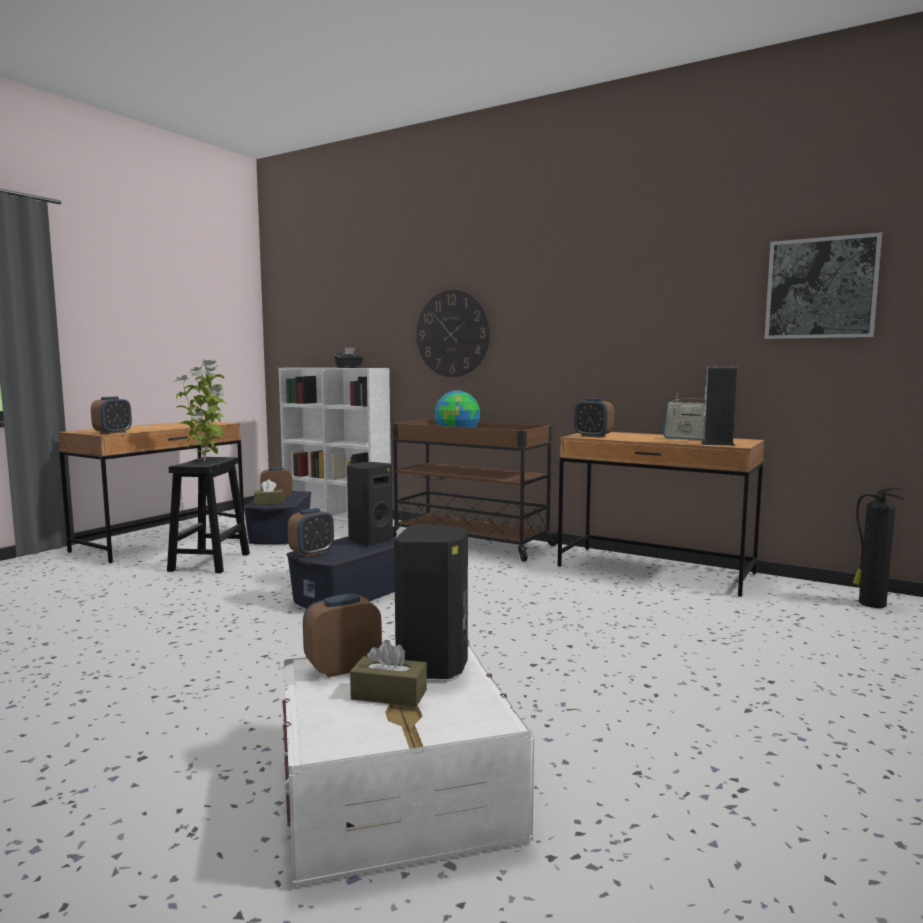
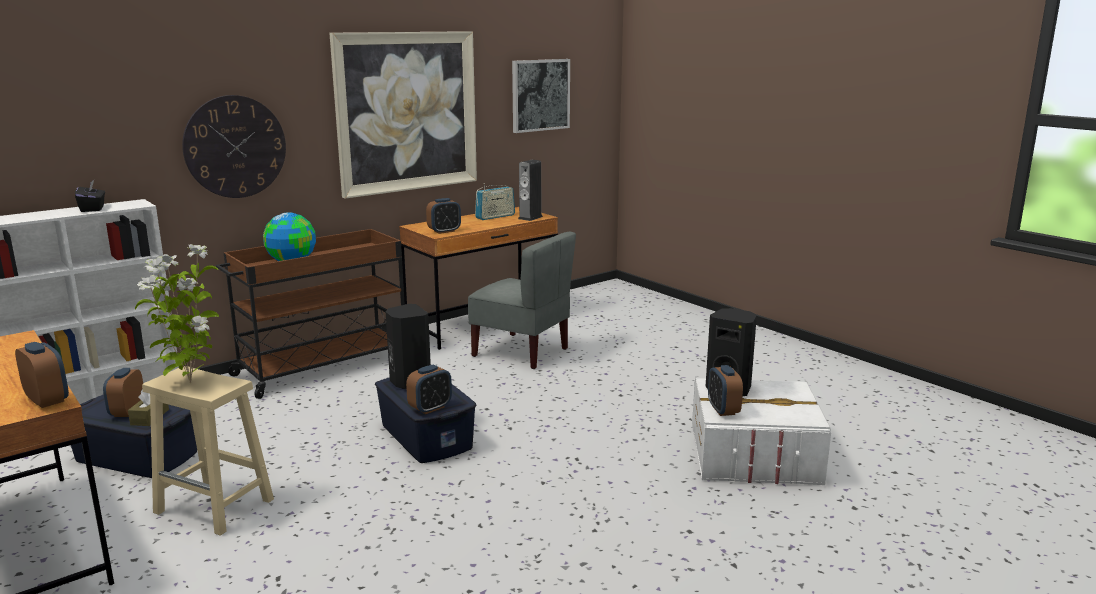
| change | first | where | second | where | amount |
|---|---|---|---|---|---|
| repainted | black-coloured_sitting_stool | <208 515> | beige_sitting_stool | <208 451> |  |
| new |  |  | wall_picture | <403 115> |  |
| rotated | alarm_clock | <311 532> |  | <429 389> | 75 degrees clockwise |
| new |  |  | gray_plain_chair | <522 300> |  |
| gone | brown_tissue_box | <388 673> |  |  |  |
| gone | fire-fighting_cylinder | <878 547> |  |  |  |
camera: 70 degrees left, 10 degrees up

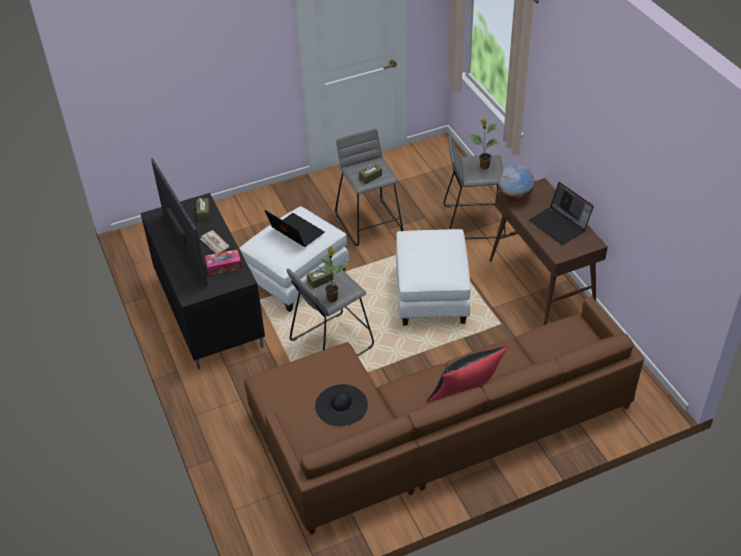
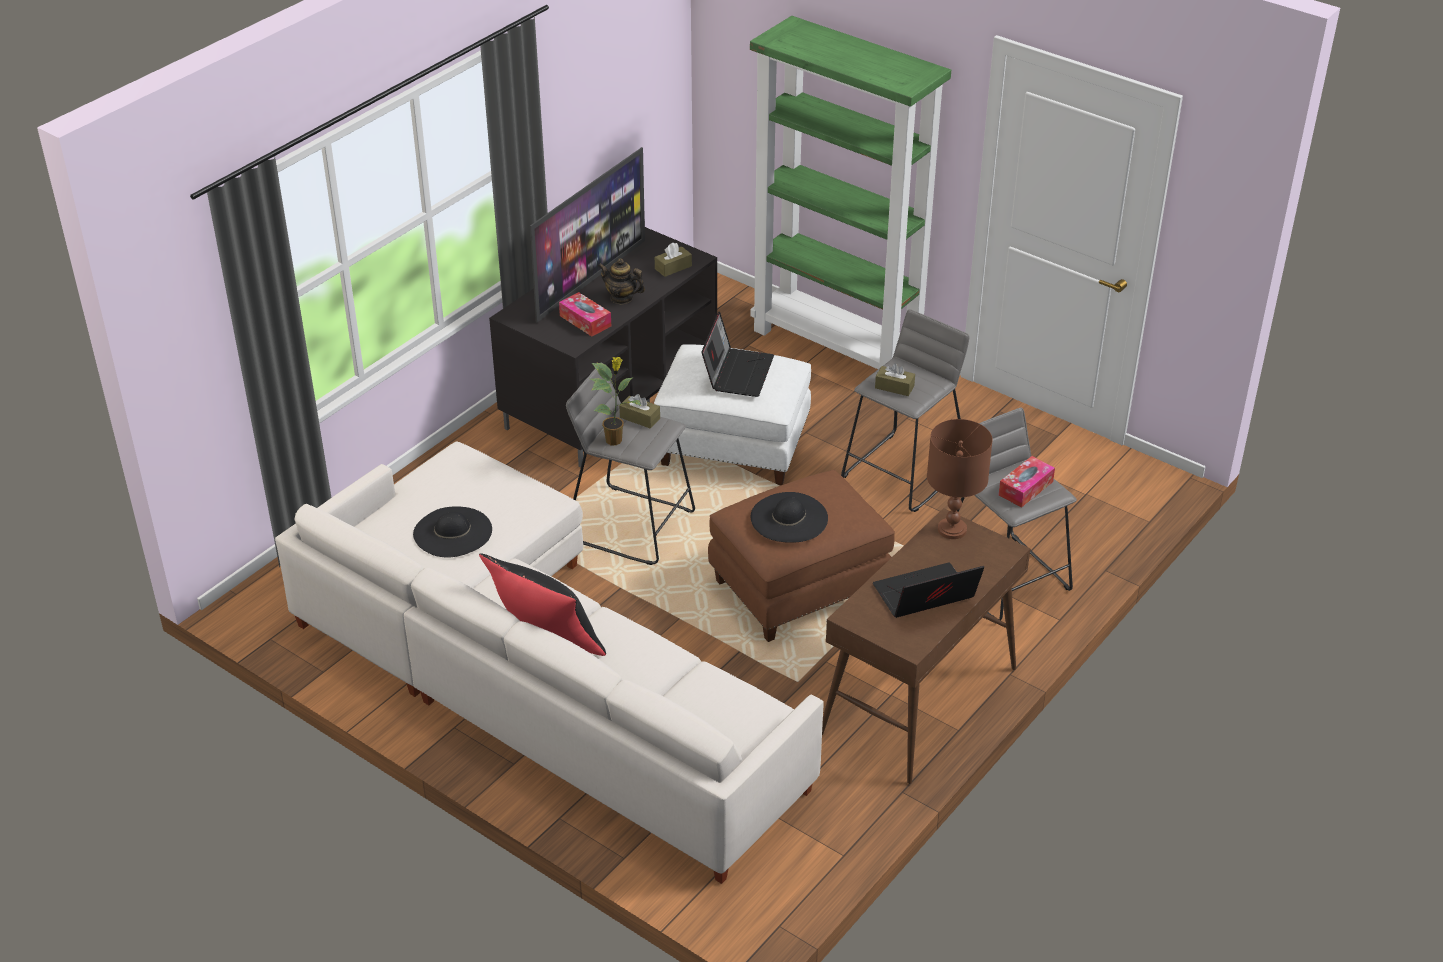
| change | first | where | second | where | amount |
|---|---|---|---|---|---|
| repainted | brown_settee | <444 416> | whitish_settee | <549 662> |  |
| swapped | newspaper | <214 241> | pot_for_tea | <621 281> |  |
| repainted | whitish_pouffe | <433 277> | brown_pouffe | <801 556> |  |
| new |  |  | green_shelving_unit | <850 192> |  |
| new |  |  | black-coloured_wearable_hat | <789 517> |  |
| rotated | notebook_computer | <561 213> |  | <928 590> | 45 degrees clockwise |
| swapped | globe | <516 182> | brown_lamp_for_a_table | <960 479> |  |
| swapped | potted_plant | <484 144> | tissue_box | <1027 482> |  |
camera: 60 degrees right, 5 degrees down

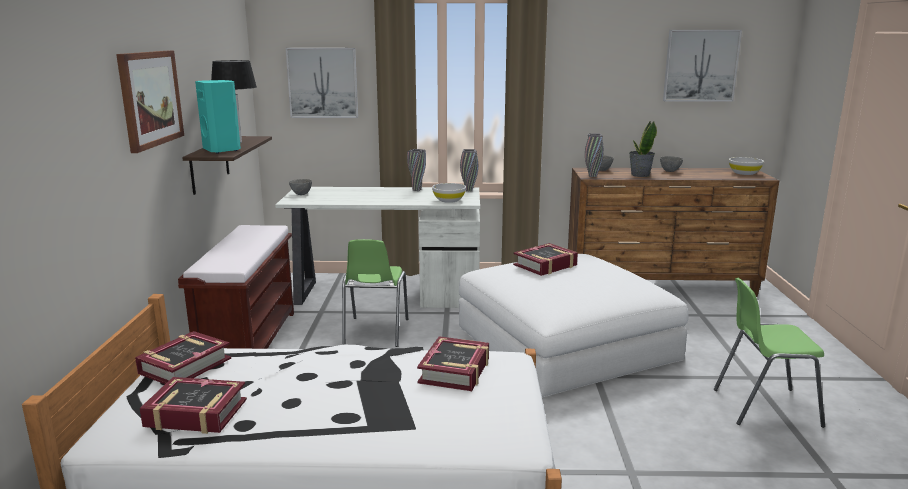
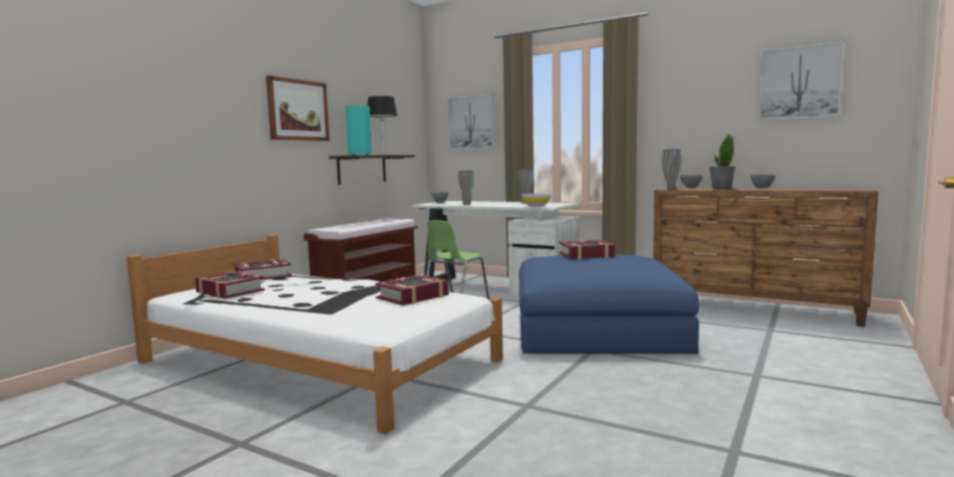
| change | first | where | second | where | amount |
|---|---|---|---|---|---|
| shifted | gray_decorative_vase | <469 170> |  | <466 187> |  |
| repainted | whitish_pouffe | <574 326> | blue-coloured_pouffe | <609 304> |  |
| gone | green_plain_chair | <769 353> |  |  |  |
| gone | whitish_serving_bowl | <746 166> |  |  |  |
camera: 30 degrees right, 10 degrees down

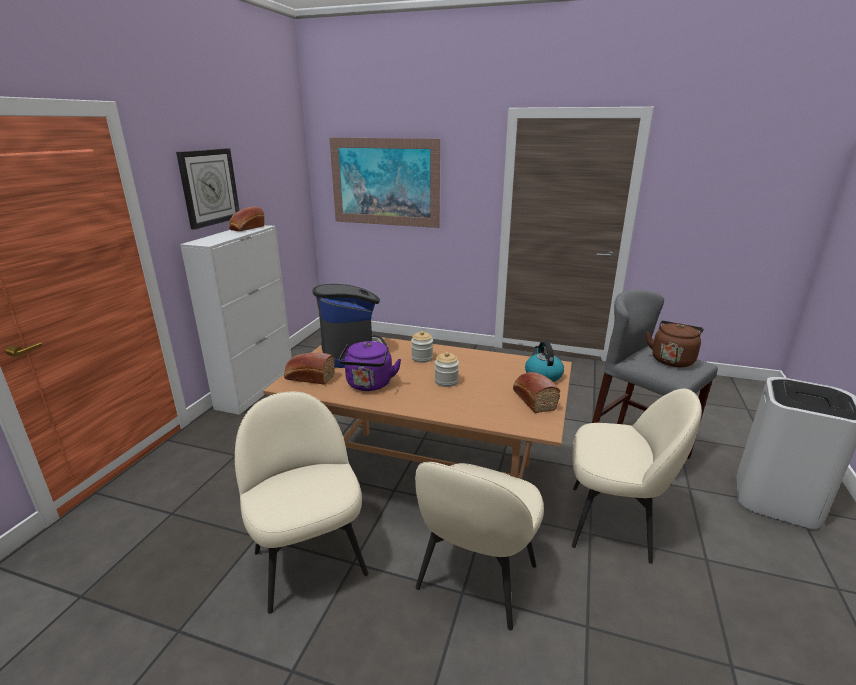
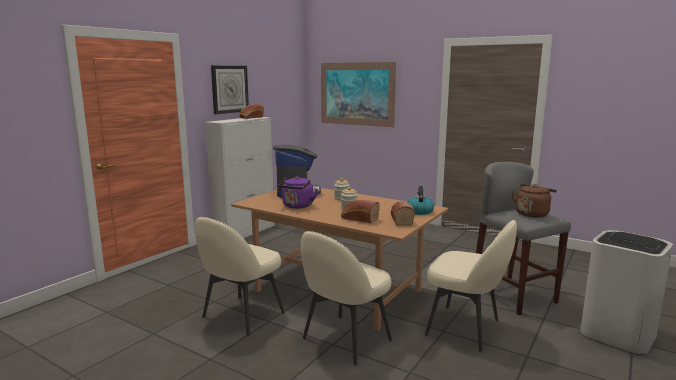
| change | first | where | second | where | amount |
|---|---|---|---|---|---|
| rotated | beige_plain_chair | <302 503> |  | <240 276> | 135 degrees counterclockwise |
| shifted | baked_bread | <309 369> |  | <360 211> |  |
camera: 15 degrees right, 10 degrees down

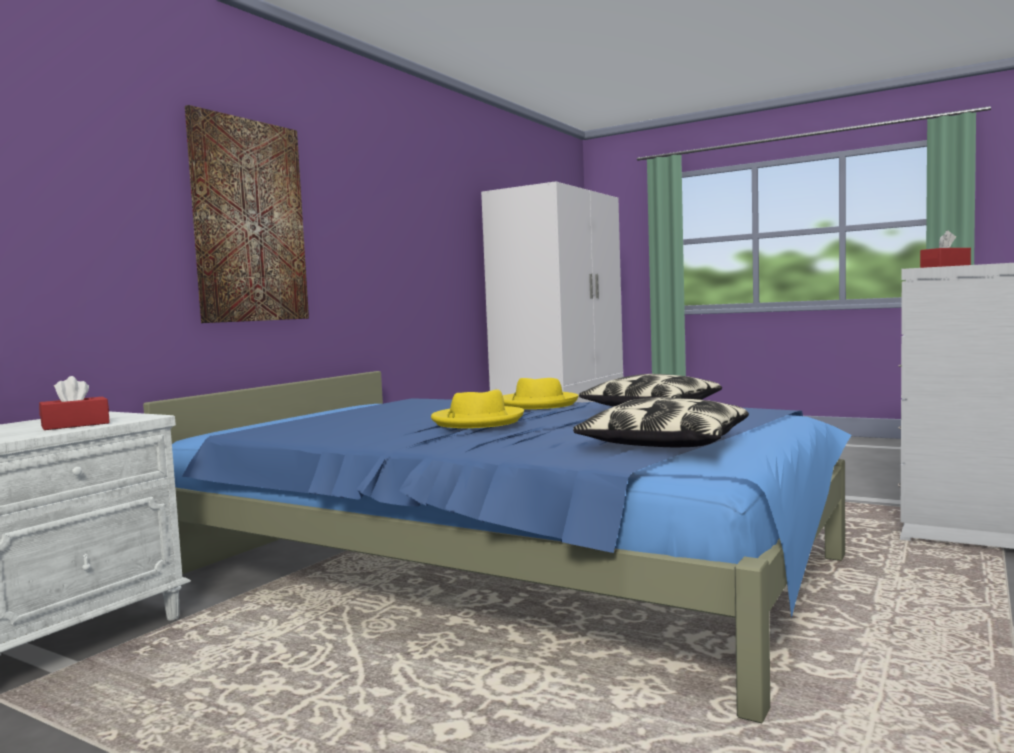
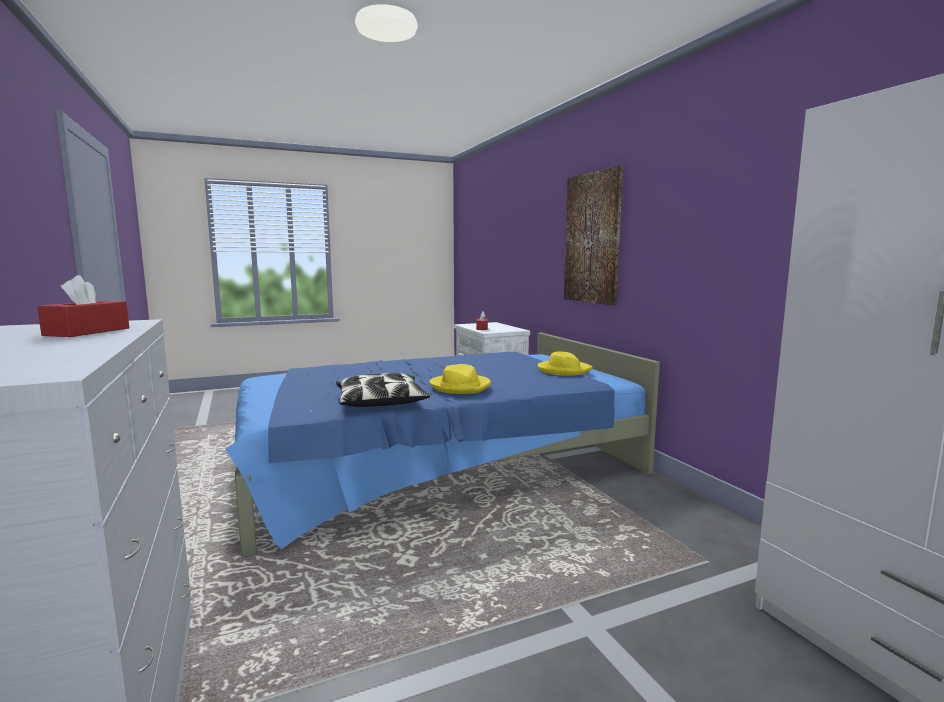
| change | first | where | second | where | amount |
|---|---|---|---|---|---|
| shifted | yellow-coloured_wearable_hat | <477 408> |  | <565 363> |  |
| gone | pillow | <661 422> |  |  |  |
camera: 125 degrees right, 5 degrees up

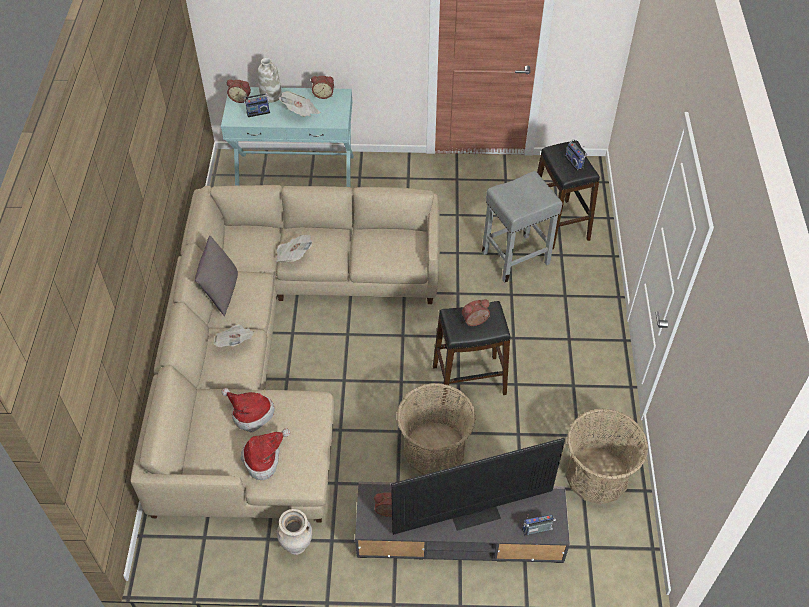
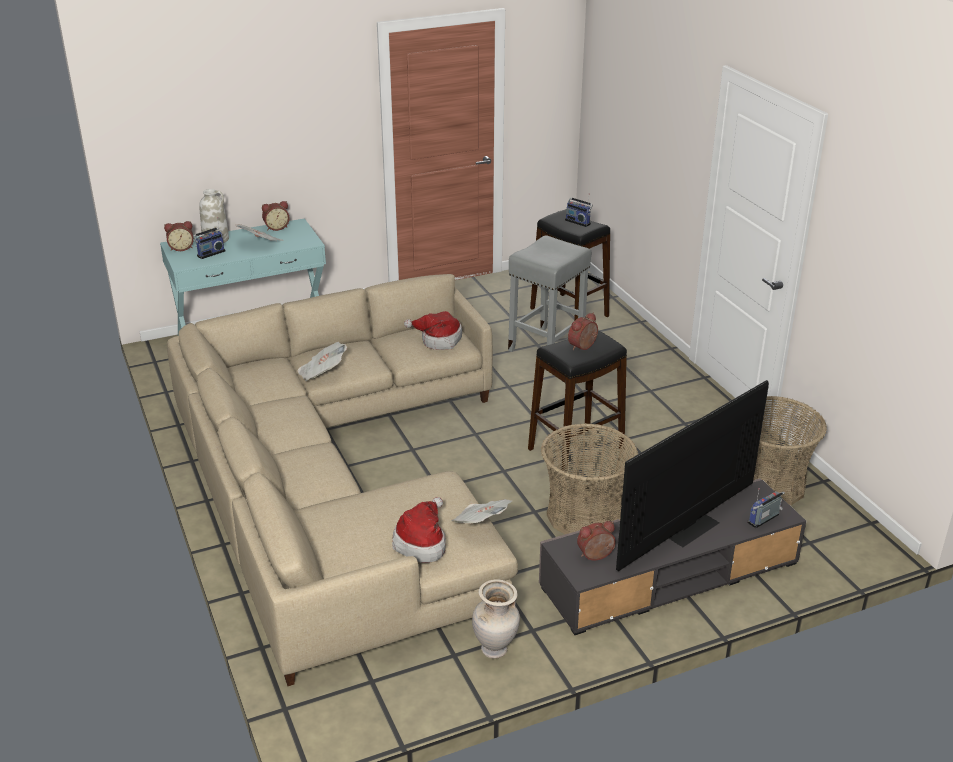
| change | first | where | second | where | amount |
|---|---|---|---|---|---|
| shifted | wearable_hat | <247 410> |  | <433 330> |  |
| shifted | newspaper | <233 335> |  | <481 511> |  |
| gone | gray_pillow | <216 276> |  |  |  |
camera: 25 degrees left, 20 degrees down

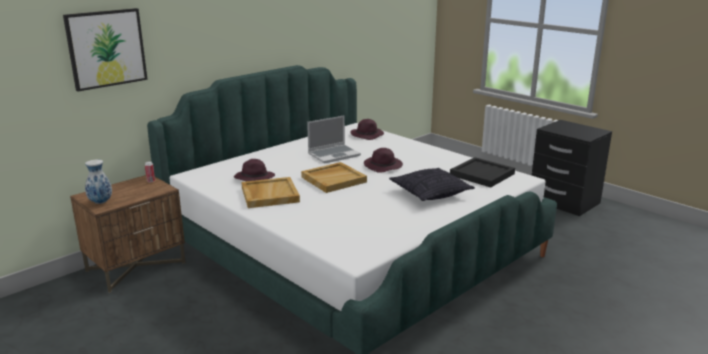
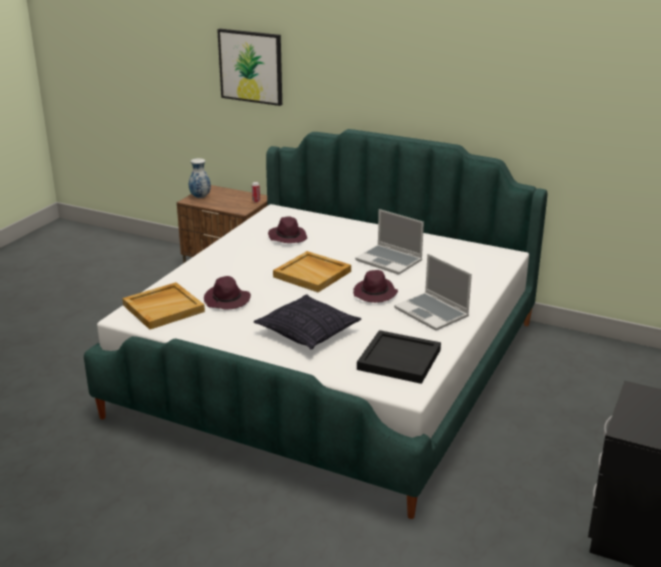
| change | first | where | second | where | amount |
|---|---|---|---|---|---|
| shifted | beige_carrying_tray | <270 192> |  | <163 306> |  |
| shifted | purple-coloured_wearable_hat | <367 129> |  | <227 292> |  |
| new |  |  | notebook_computer | <433 292> |  |
camera: 70 degrees right, 5 degrees up

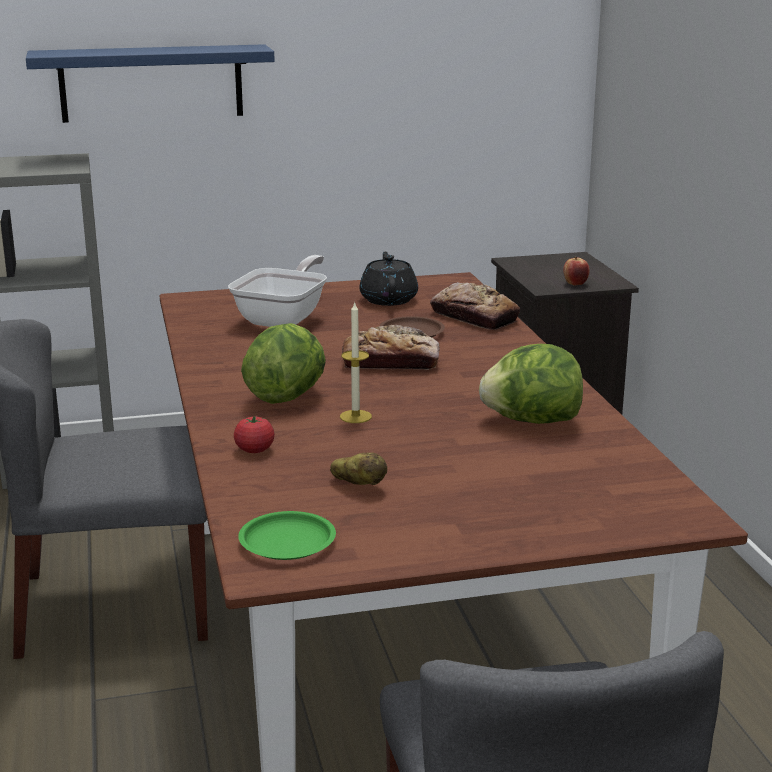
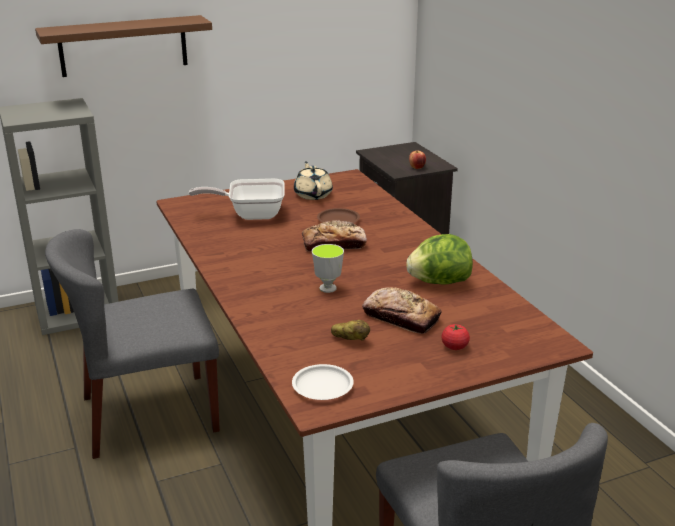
| change | first | where | second | where | amount |
|---|---|---|---|---|---|
| repainted | blue-coloured_shelf | <150 83> | brown_shelf | <123 46> |  |
| rotated | frying_pan | <277 291> |  | <237 199> | 105 degrees counterclockwise |
| repainted | green_dinner_plate | <287 535> | whitish_dinner_plate | <323 382> |  |
| repainted | black-coloured_pot_for_tea | <389 279> | beige_pot_for_tea | <313 180> |  |
| swapped | wax_candle | <356 362> | small_cup | <328 268> |  |
| shifted | baked_bread | <475 306> |  | <402 310> |  |
| shifted | tomato | <254 434> |  | <455 337> |  |
| gone | head_of_lettuce | <283 363> |  |  |  |
camera: 10 degrees left, 5 degrees up

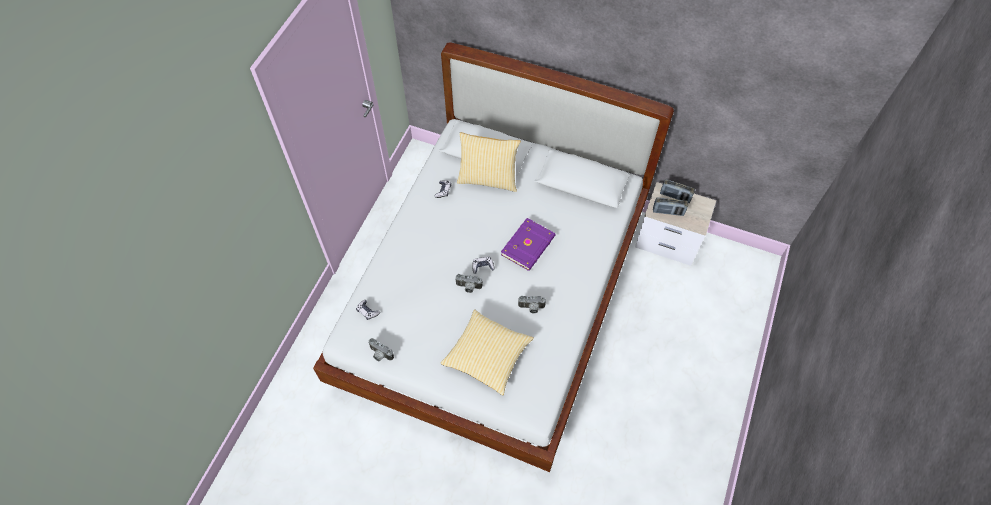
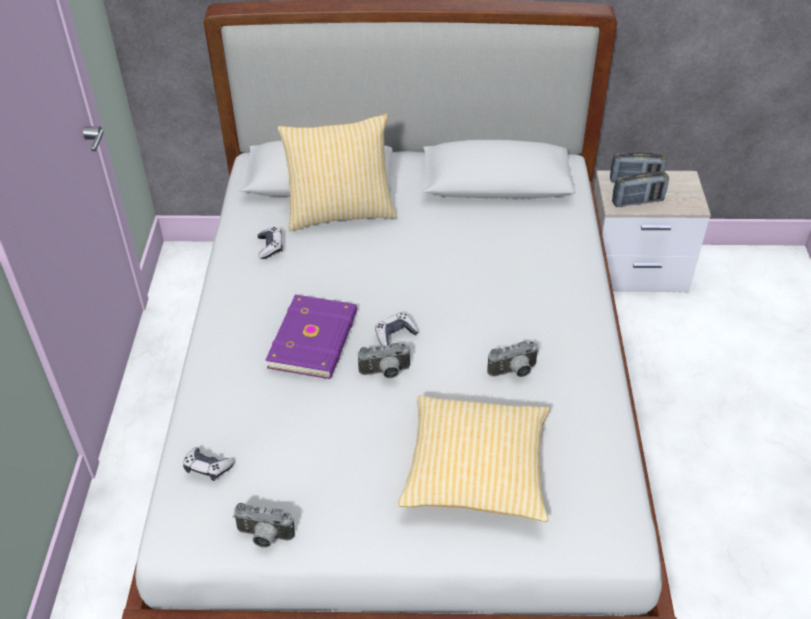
| change | first | where | second | where | amount |
|---|---|---|---|---|---|
| shifted | purple-coloured_volume | <528 244> |  | <311 336> |  |
camera: 20 degrees left, 15 degrees down

